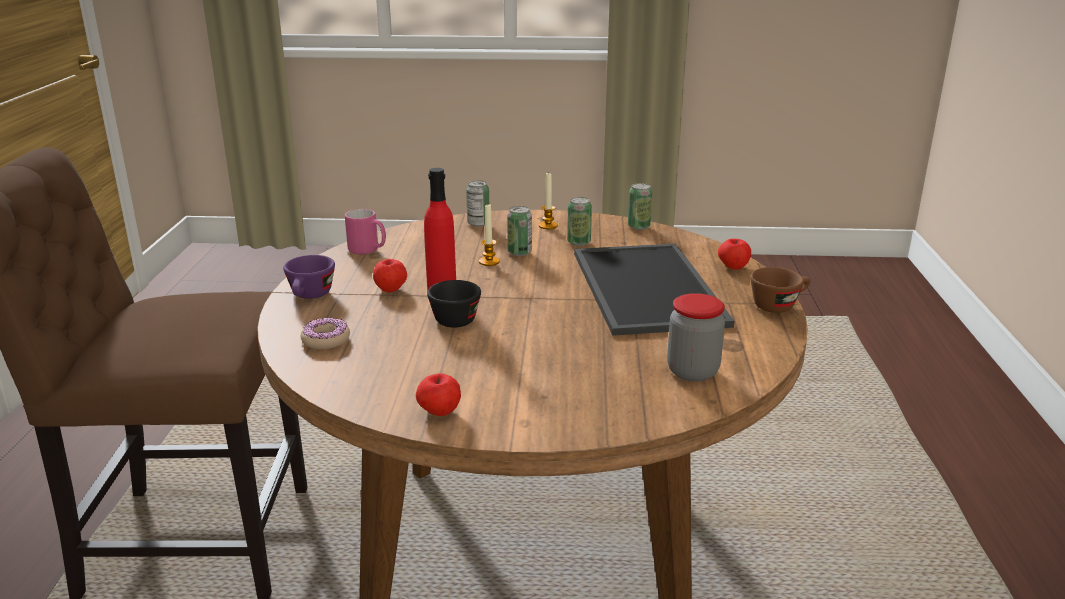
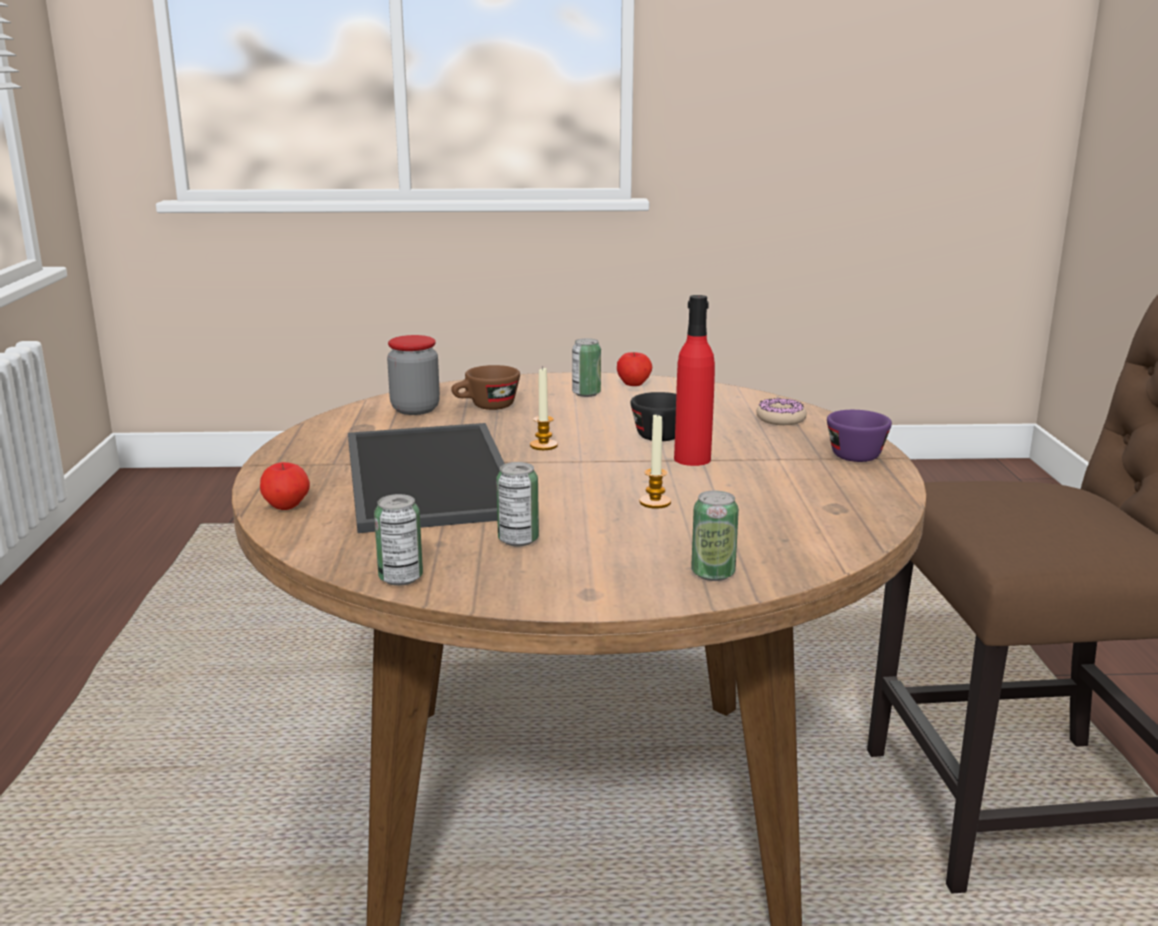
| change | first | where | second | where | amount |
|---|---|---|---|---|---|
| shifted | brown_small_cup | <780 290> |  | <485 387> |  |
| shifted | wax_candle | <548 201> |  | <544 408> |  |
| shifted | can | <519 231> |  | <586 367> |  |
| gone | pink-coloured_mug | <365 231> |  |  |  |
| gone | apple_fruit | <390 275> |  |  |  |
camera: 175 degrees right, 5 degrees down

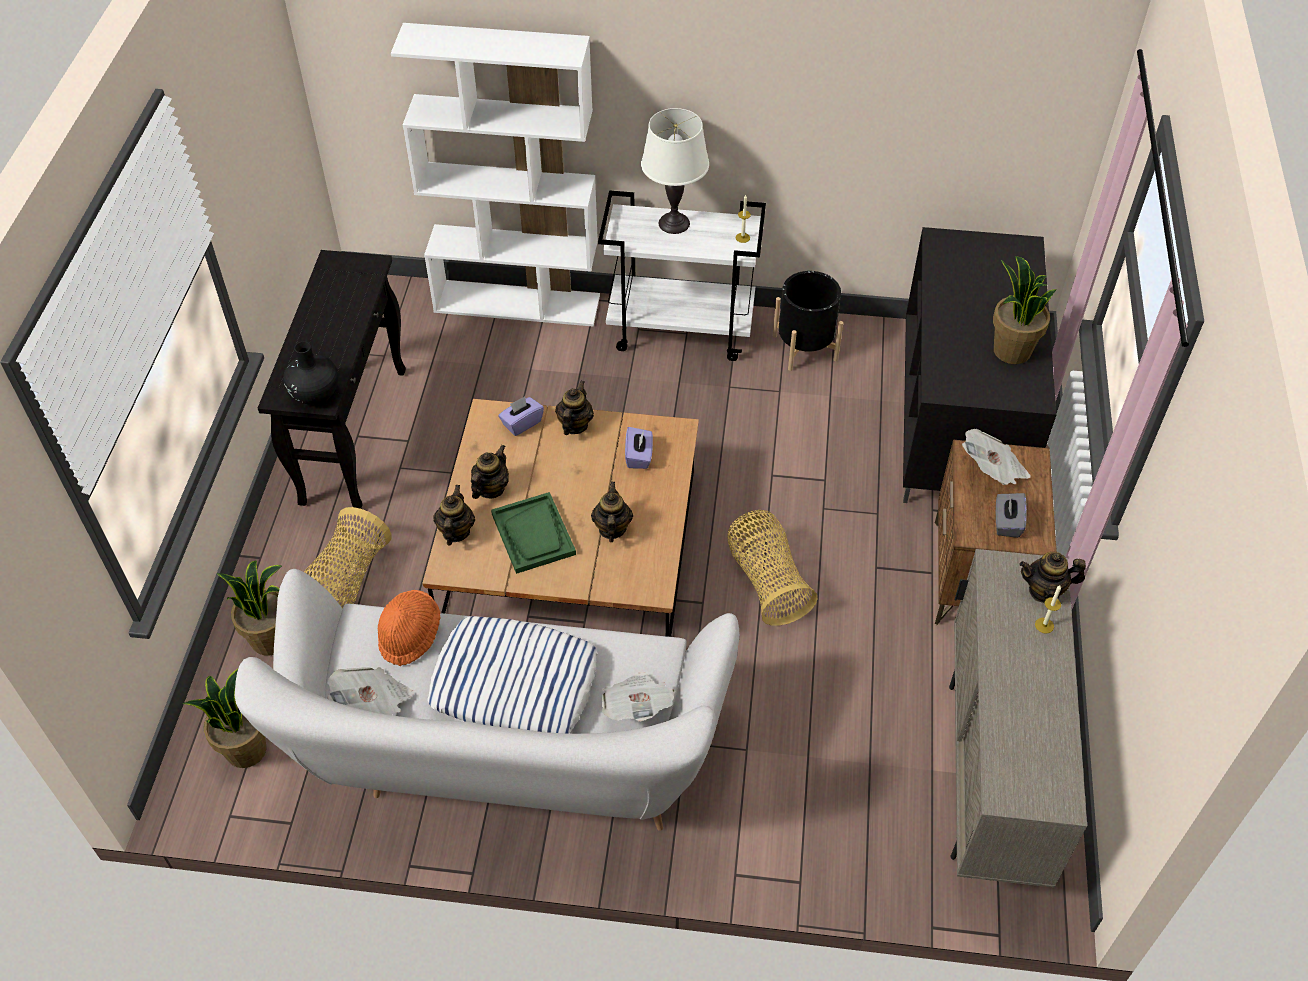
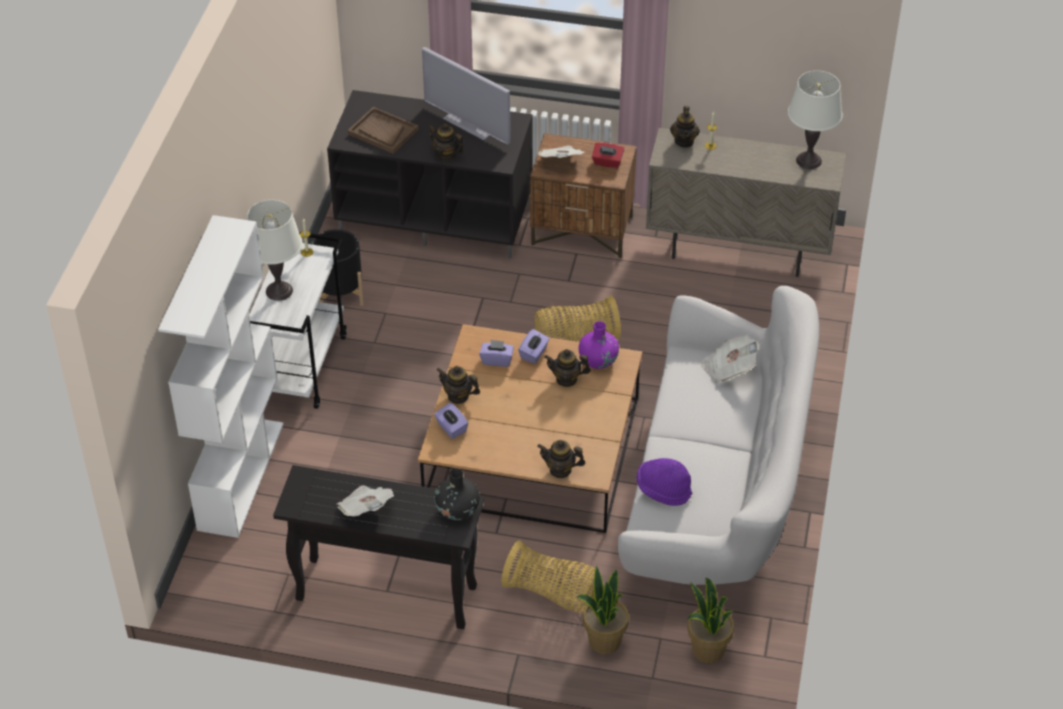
| change | first | where | second | where | amount |
|---|---|---|---|---|---|
| shifted | newspaper | <370 691> |  | <365 500> |  |
| new |  |  | brown_carrying_tray | <383 130> |  |
| swapped | potted_plant | <1025 310> | TV_set | <466 96> |  |
| shifted | pot_for_tea | <490 472> |  | <446 142> |  |
| new |  |  | purple-coloured_tissue_box | <534 346> |  |
| new |  |  | purple-coloured_decorative_vase | <599 345> |  |
| repainted | gray_tissue_box | <1011 515> | reddish_tissue_box | <608 155> |  |
| repainted | orange-coloured_wearable_hat | <409 628> | purple-coloured_wearable_hat | <664 482> |  |
| new |  |  | whitish_lamp_for_a_table | <815 120> |  |
| gone | pillow | <512 675> |  |  |  |
| gone | green_carrying_tray | <533 533> |  |  |  |
camera: 85 degrees left, 5 degrees down

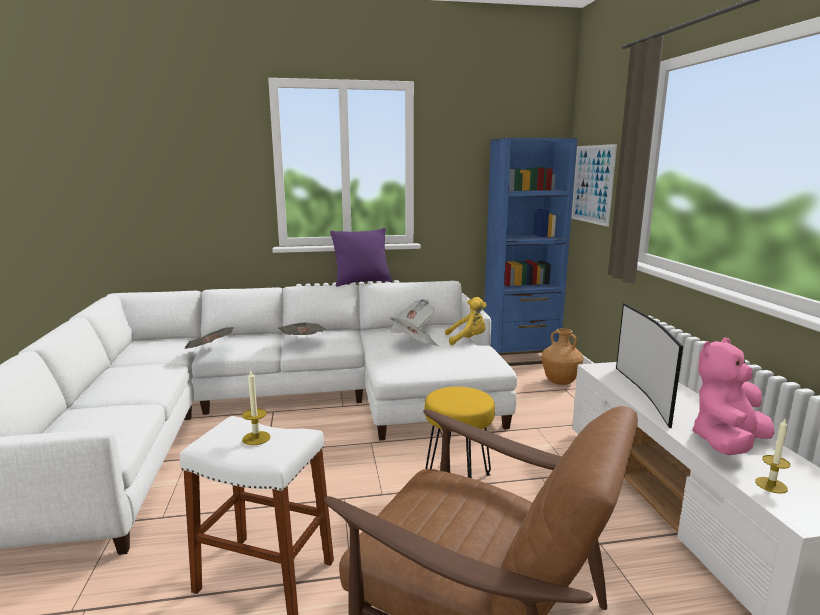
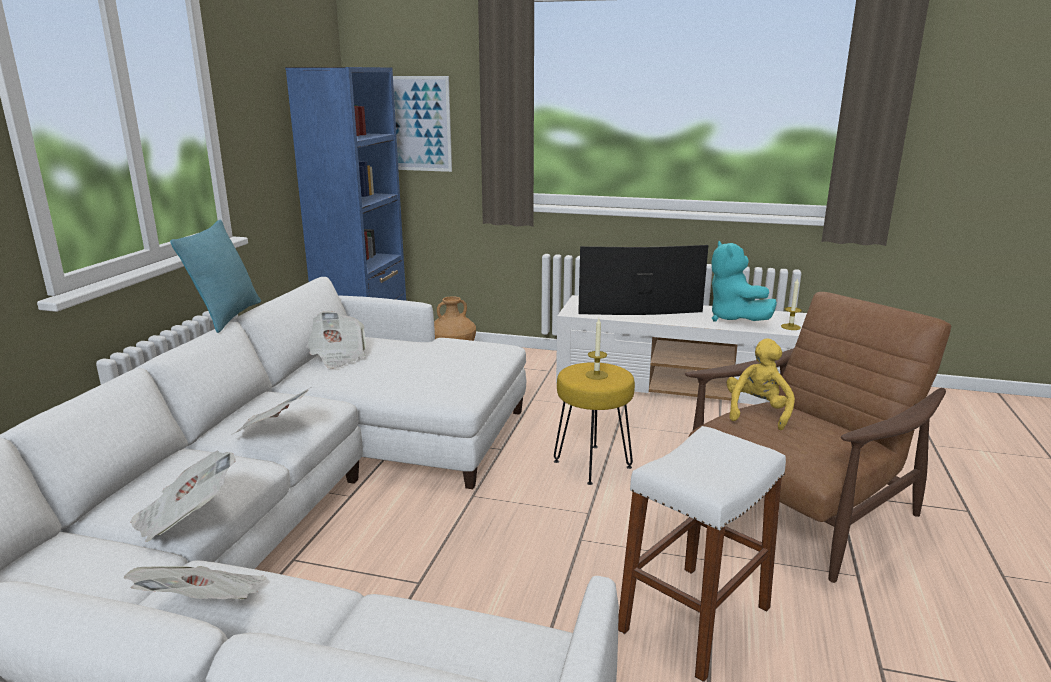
| change | first | where | second | where | amount |
|---|---|---|---|---|---|
| shifted | newspaper | <414 332> |  | <195 583> |  |
| repainted | purple-coloured_pillow | <361 257> | blue-green_pillow | <215 276> |  |
| rotated | TV_set | <649 365> |  | <643 280> | 150 degrees clockwise |
| shifted | wax_candle | <256 407> |  | <596 349> |  |
| repainted | pink-coloured_cuddly_toy | <733 396> | blue-green_cuddly_toy | <744 281> |  |
| shifted | yellow-coloured_cuddly_toy | <466 321> |  | <761 384> |  |
camera: 65 degrees left, 5 degrees up

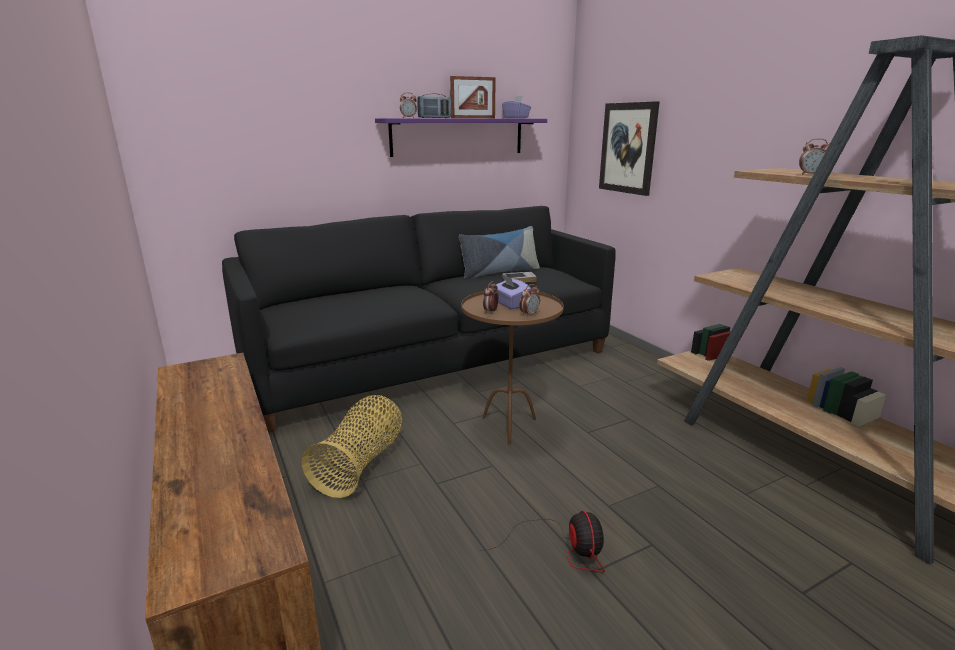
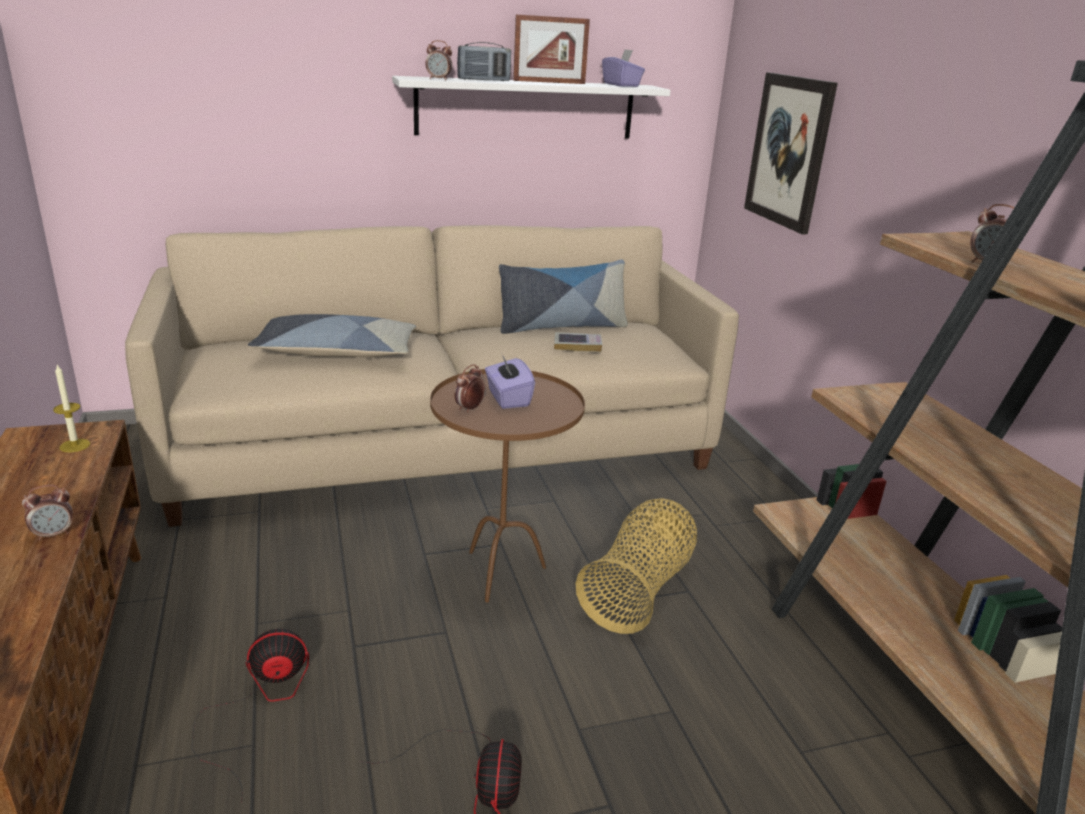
| change | first | where | second | where | amount |
|---|---|---|---|---|---|
| shifted | alarm_clock | <529 300> |  | <47 513> |  |
| new |  |  | wax_candle | <71 408> |  |
| repainted | black-coloured_settee | <419 319> | beige_settee | <432 376> |  |
| new |  |  | fan | <250 715> |  |
| new |  |  | pillow | <332 335> |  |
| repainted | purple-coloured_shelf | <461 137> | whitish_shelf | <531 107> |  |
| shifted | storage_basket | <352 446> |  | <636 566> |  |
camera: 10 degrees right, 5 degrees up

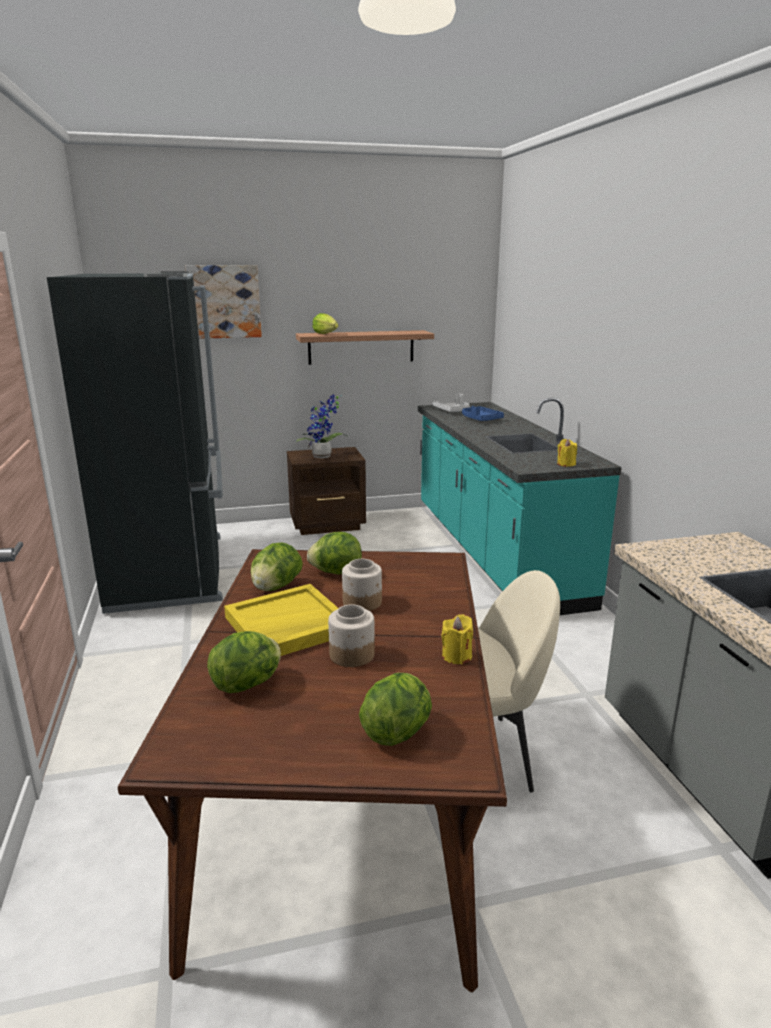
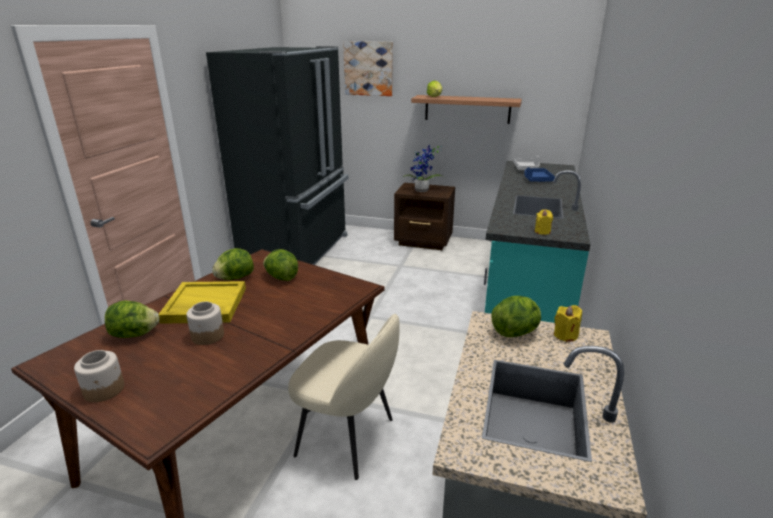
| change | first | where | second | where | amount |
|---|---|---|---|---|---|
| shifted | jar | <362 585> |  | <99 376> |  |
| shifted | head_of_lettuce | <395 709> |  | <516 316> |  |
| shifted | yellow-coloured_wax_candle | <457 639> |  | <568 323> |  |
camera: 30 degrees right, 5 degrees up

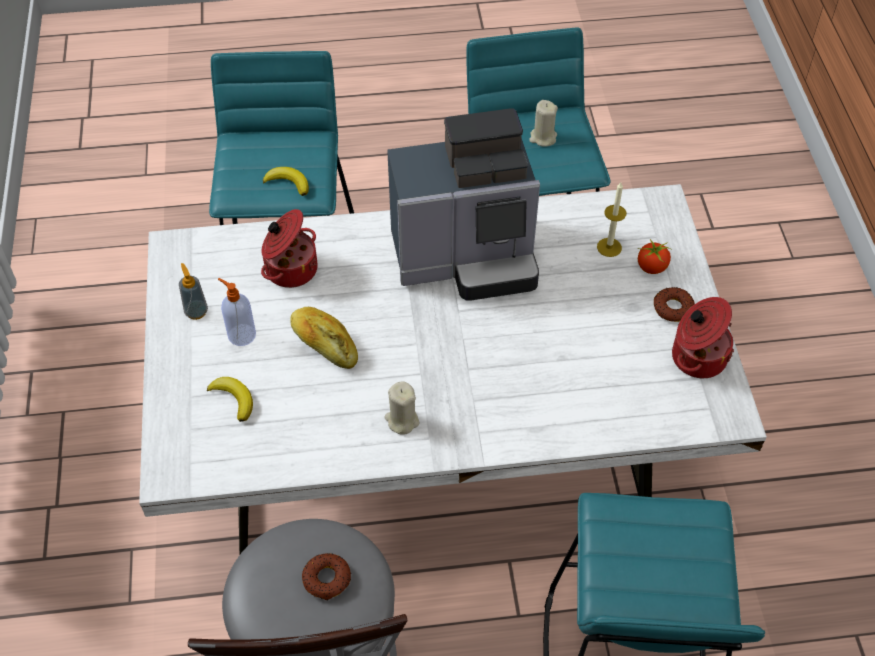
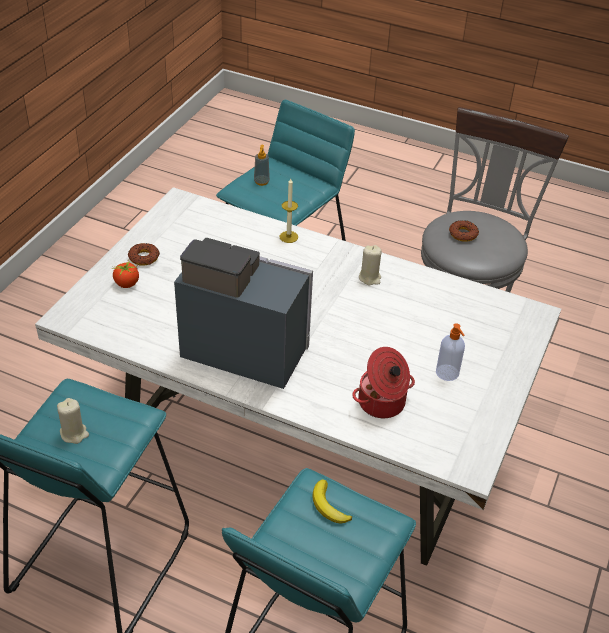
| change | first | where | second | where | amount |
|---|---|---|---|---|---|
| shifted | liquid_soap_bottle | <193 291> |  | <262 165> |  |
| shifted | wax_candle | <611 219> |  | <288 210> |  |
| gone | whole_banana | <230 399> |  |  |  |
| gone | baked_bread | <324 338> |  |  |  |
| gone | saucepot | <703 337> |  |  |  |
camera: 150 degrees left, 10 degrees down

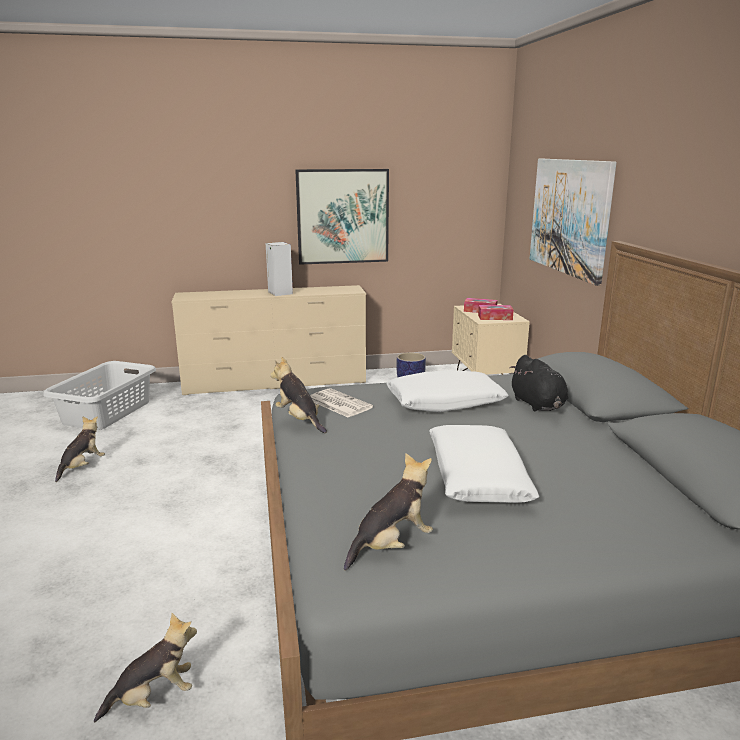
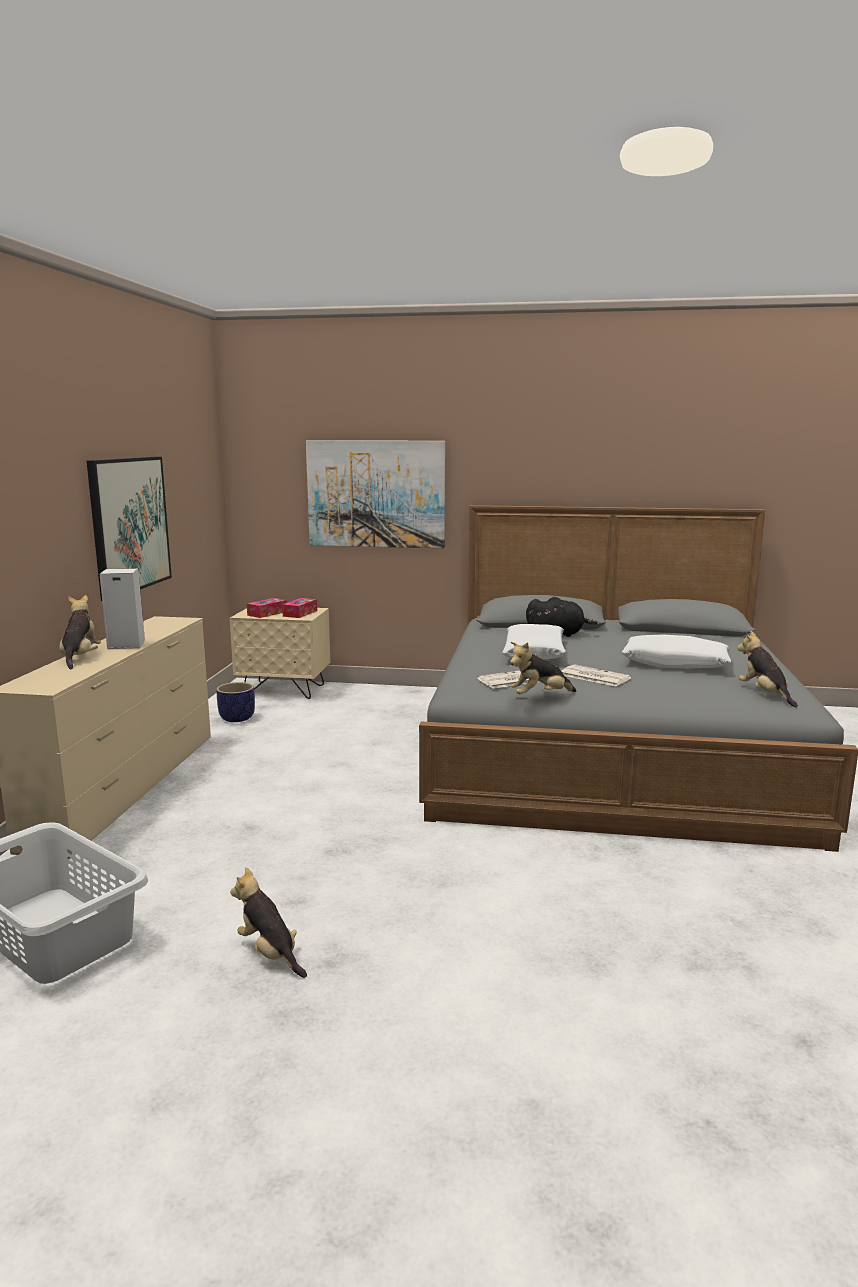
| change | first | where | second | where | amount |
|---|---|---|---|---|---|
| shifted | cuddly_toy | <145 667> |  | <80 632> |  |
| new |  |  | newspaper | <596 675> |  |
camera: 70 degrees left, 5 degrees down

